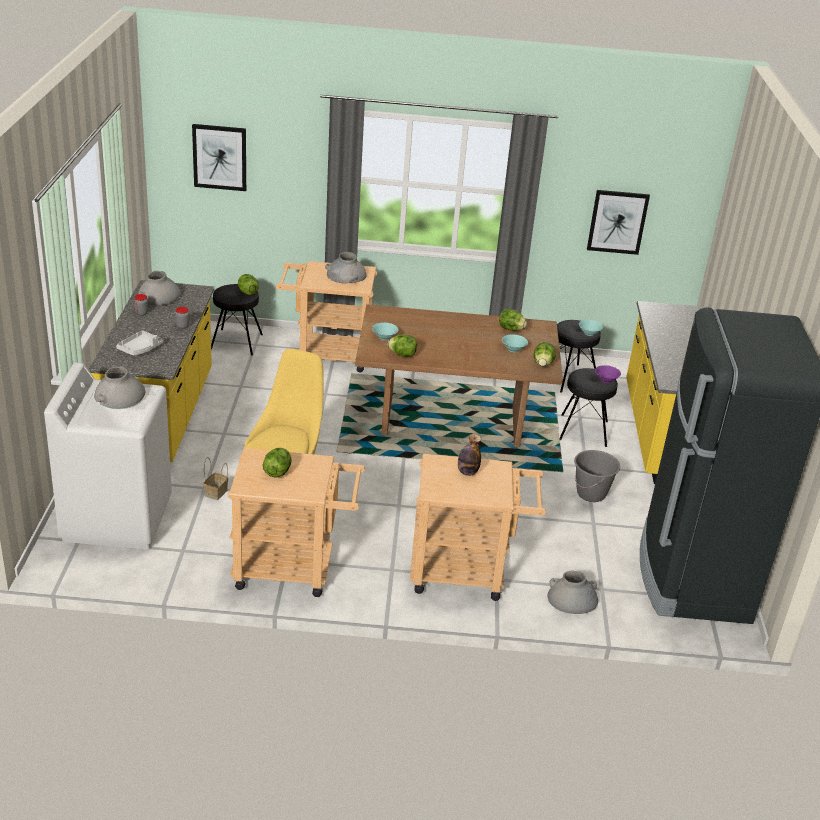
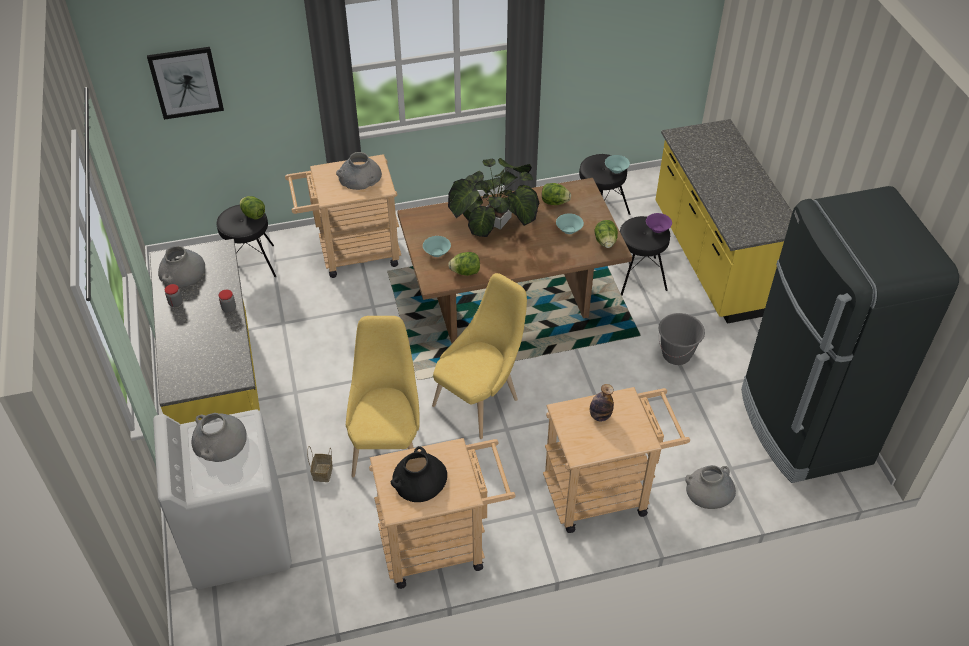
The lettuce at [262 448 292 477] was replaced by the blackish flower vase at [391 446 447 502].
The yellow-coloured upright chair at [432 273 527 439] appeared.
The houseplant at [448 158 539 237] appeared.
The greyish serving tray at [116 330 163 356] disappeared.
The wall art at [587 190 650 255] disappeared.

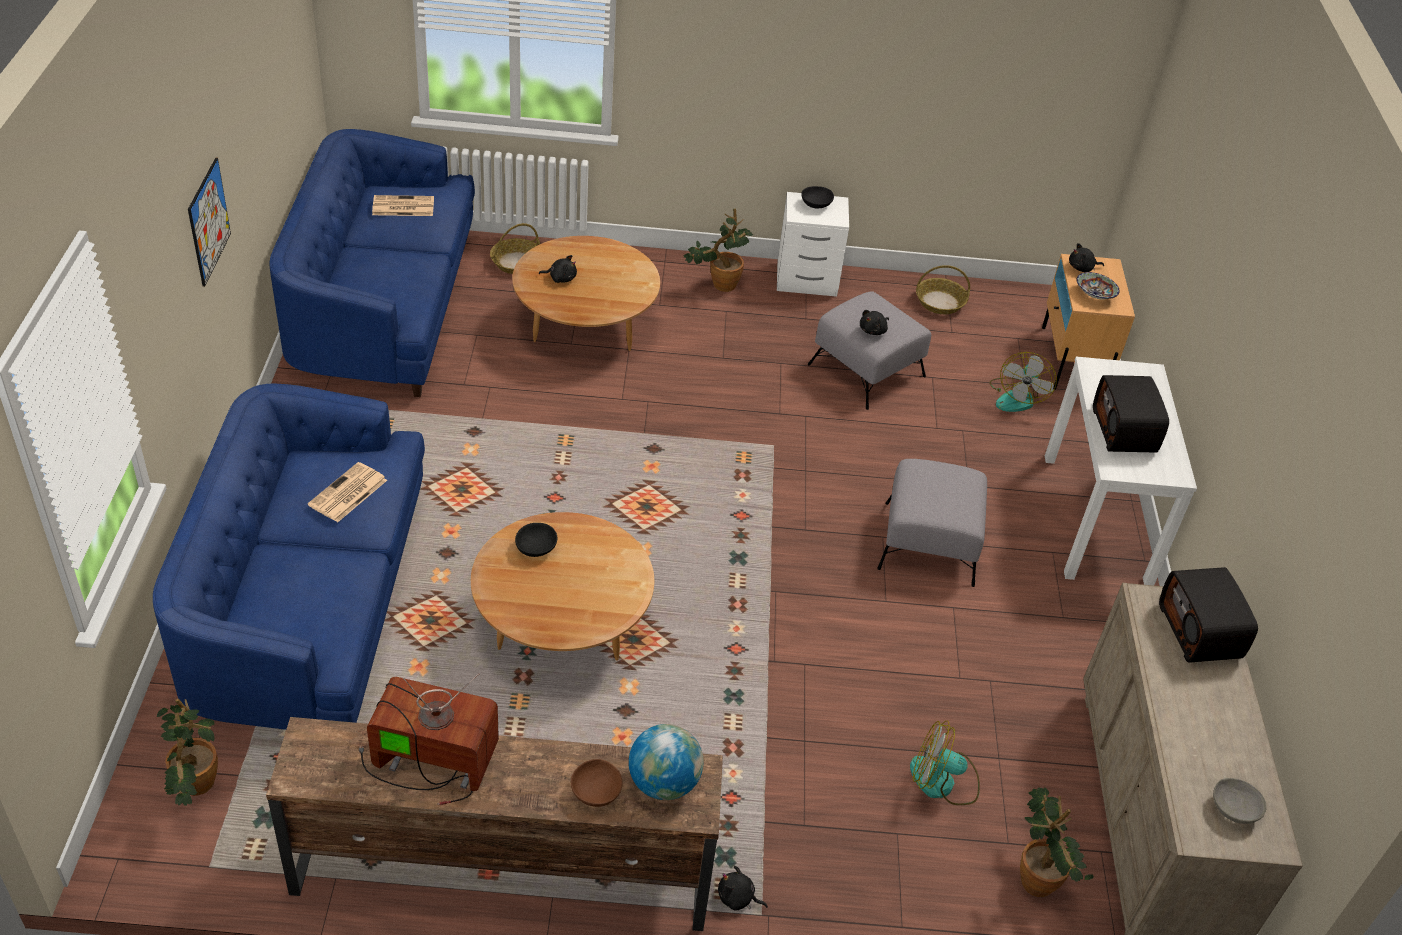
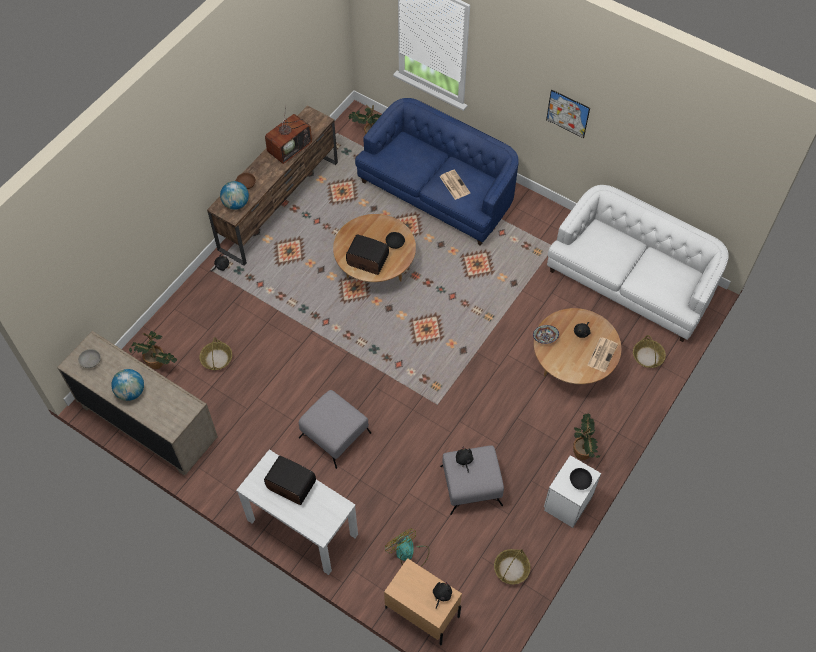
The desk globe at [111 369 144 401] appeared.
The fan at [910 720 980 805] was replaced by the household basket at [199 337 232 370].
The radio set moved from [1159 567 1258 663] to [346 235 389 275].
The bowl moved from [1077 272 1120 299] to [533 325 559 344].
The blue-coloured couch at [270 129 475 397] became the white-coloured couch at [547 185 729 342].
The printed paper moved from [372 195 434 216] to [587 338 618 372].

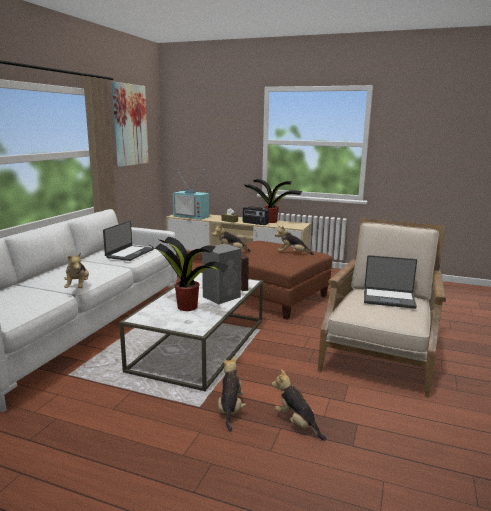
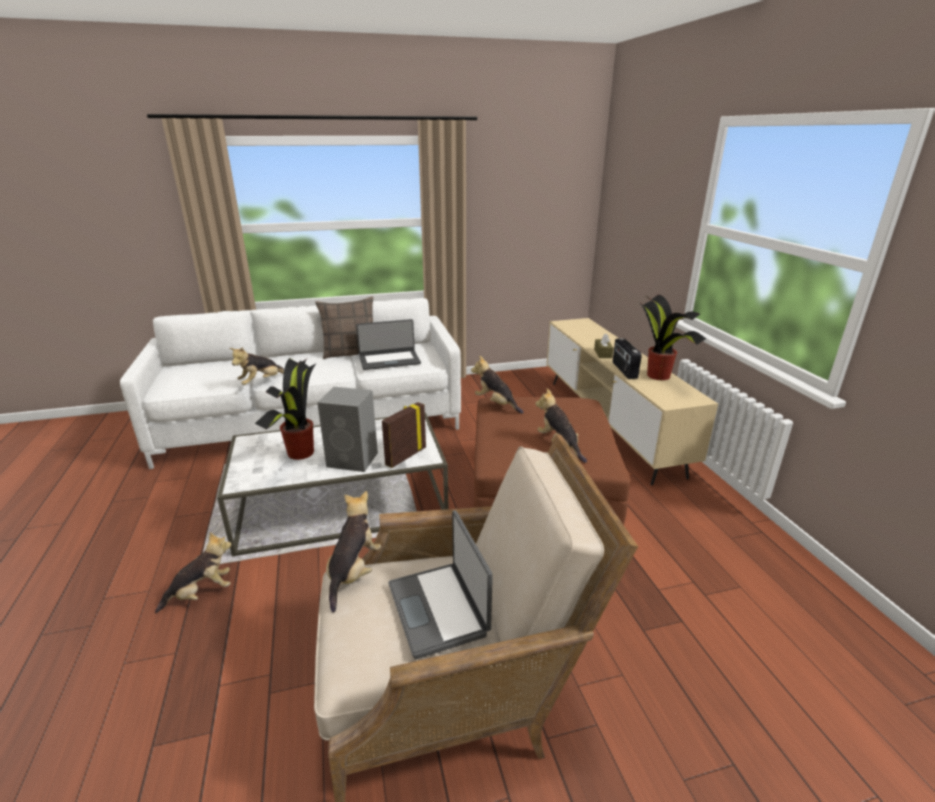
The pillow at [315 296 373 359] appeared.
The cuddly toy moved from [272 369 326 441] to [326 491 381 613].
The wall art at [112 82 149 167] disappeared.
The TV at [173 169 209 220] disappeared.

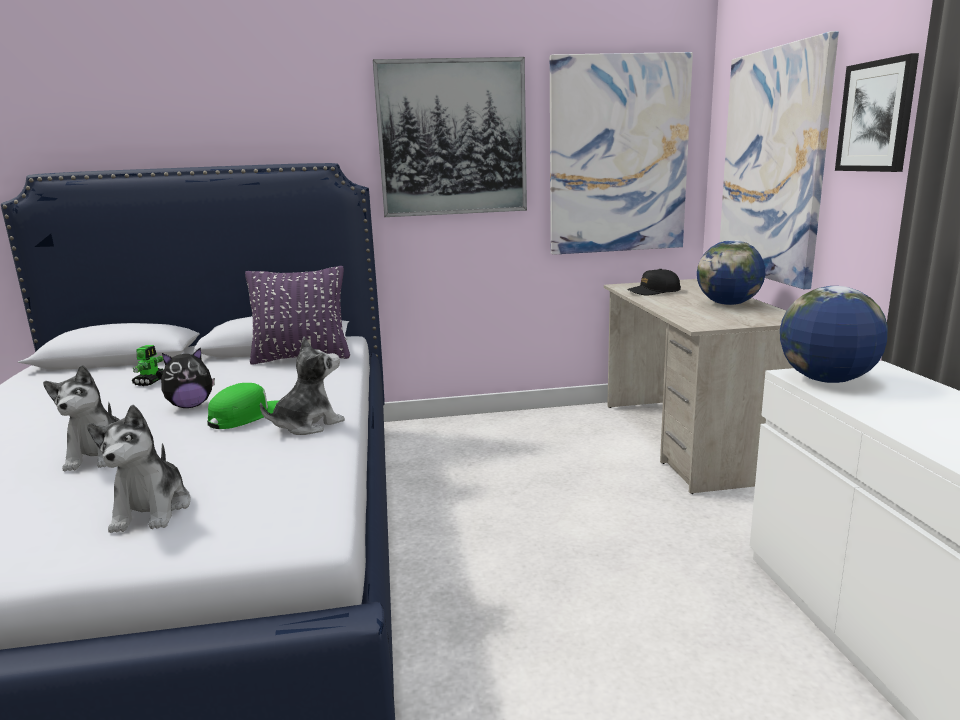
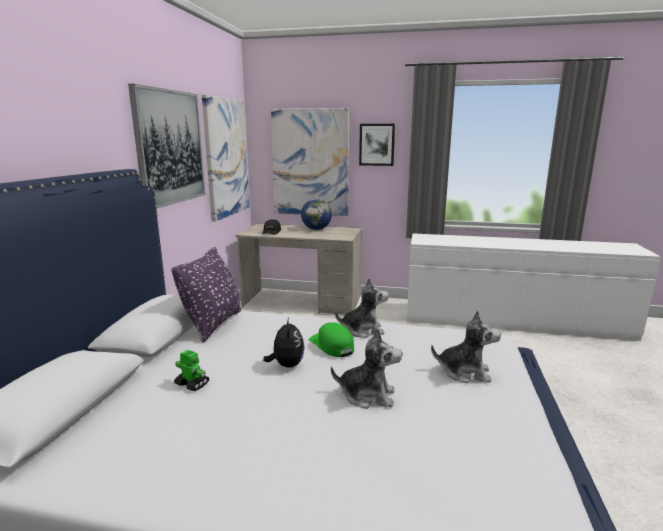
The cuddly toy at [260 337 345 435] turned 105 degrees clockwise.
The desk globe at [780 286 888 383] disappeared.

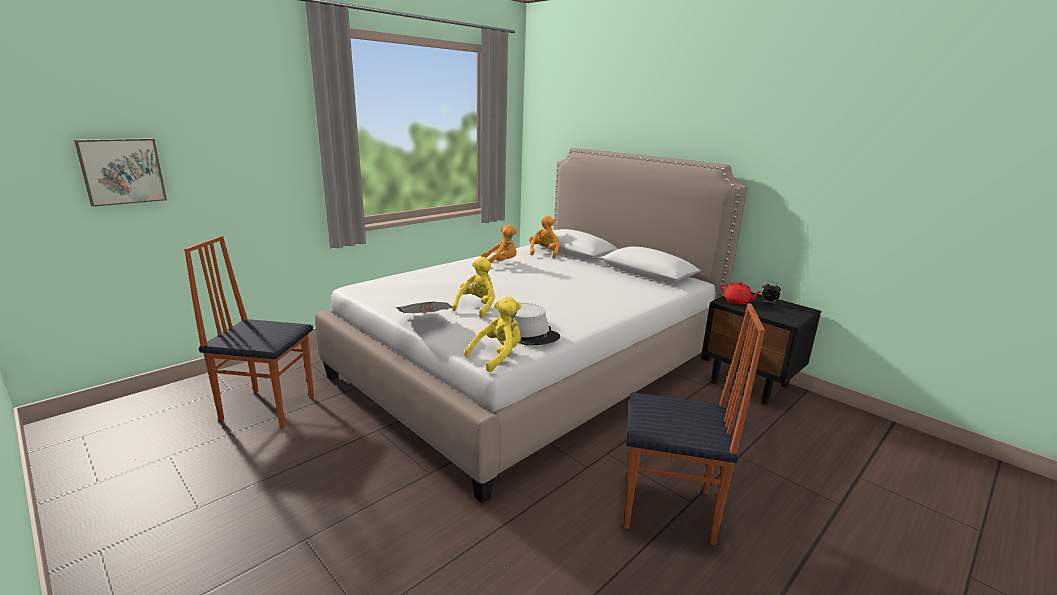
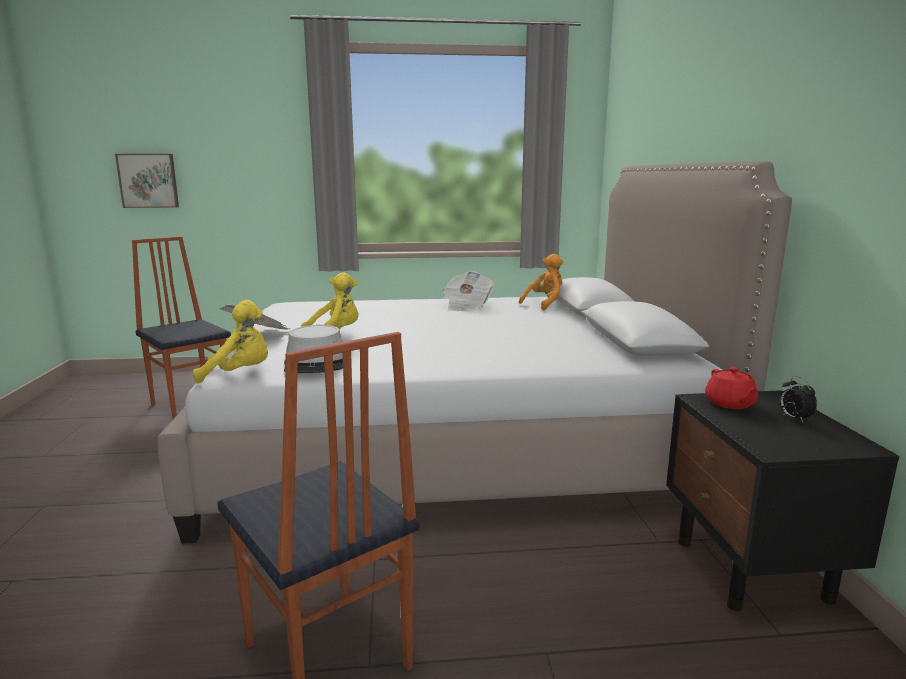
The orange-coloured cuddly toy at [481 225 517 263] was replaced by the printed paper at [443 271 495 311].

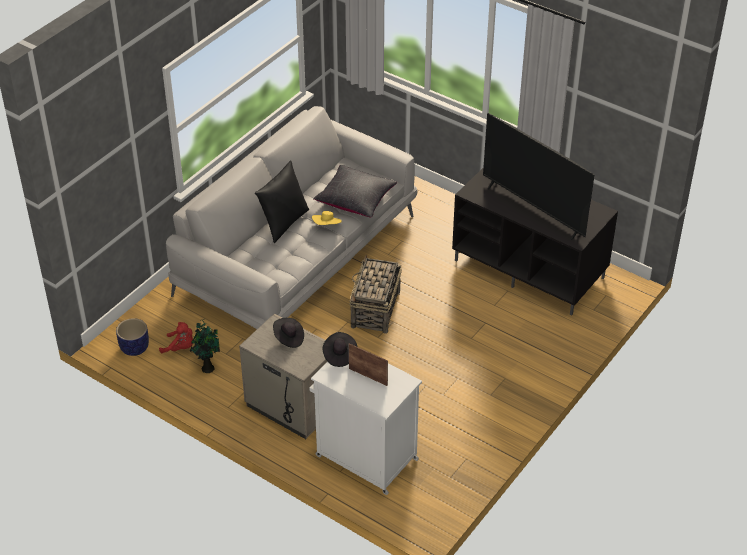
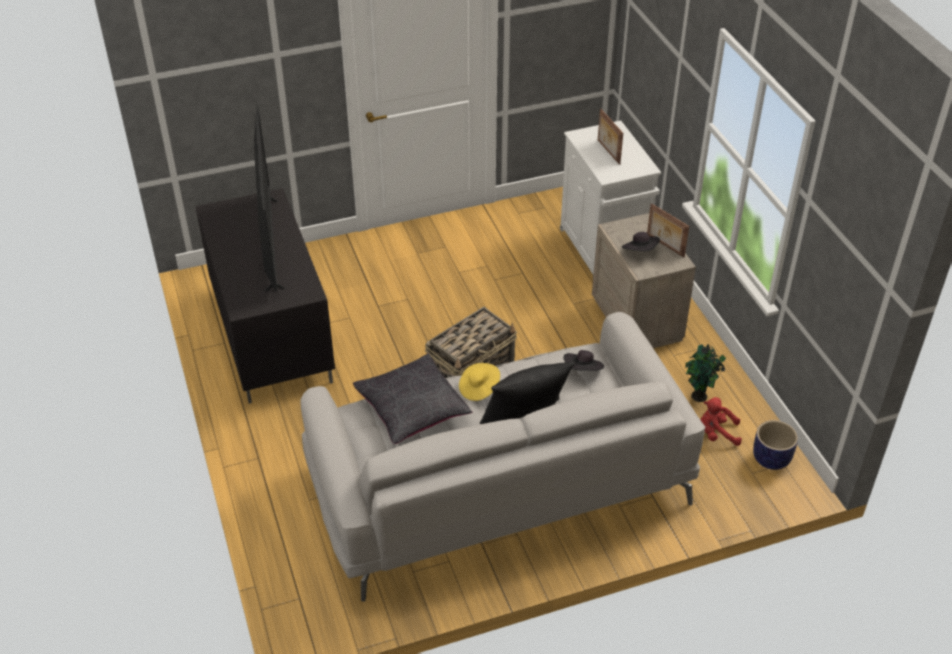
The blackish wearable hat moved from [323 332 357 367] to [563 350 604 371].
The photo frame at [647 203 689 257] appeared.
The red-coloured cuddly toy at [159 322 193 353] turned 45 degrees counterclockwise.

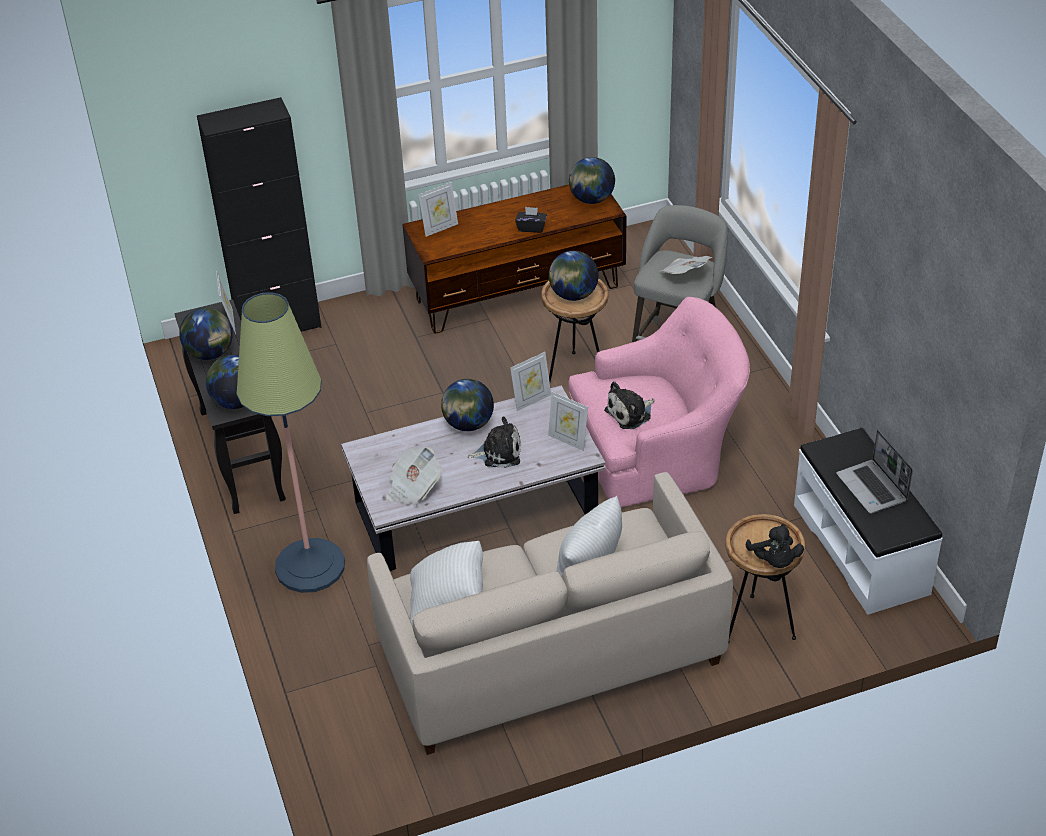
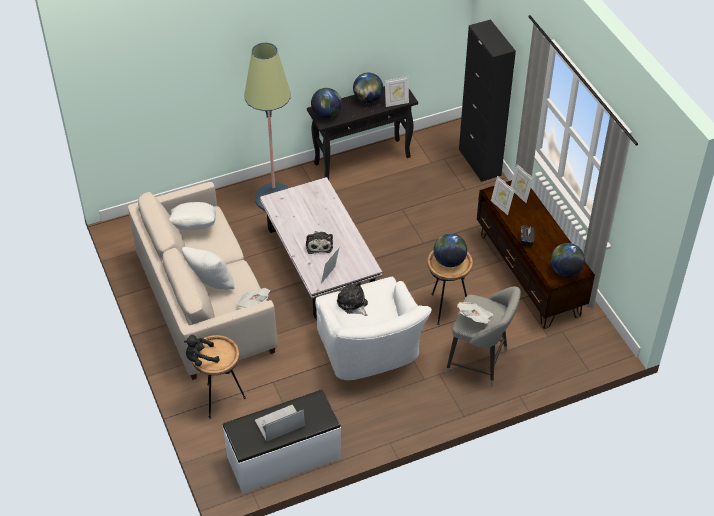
The printed paper moved from [386 447 442 505] to [236 288 270 308].
The pink lounge chair at [568 297 750 507] became the white-coloured lounge chair at [315 277 432 380].
The photo frame moved from [510 352 551 411] to [491 176 515 215].
The desk globe at [441 379 494 431] disappeared.

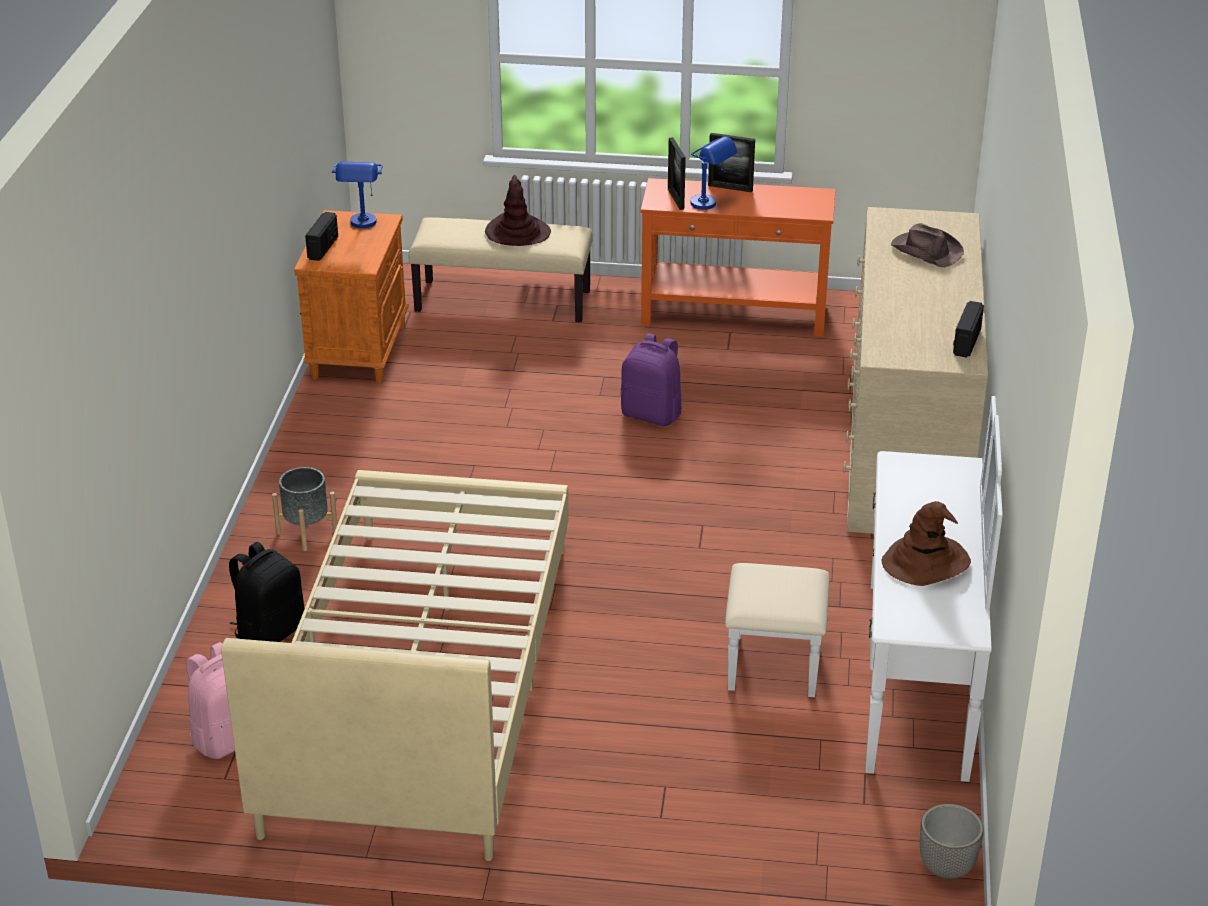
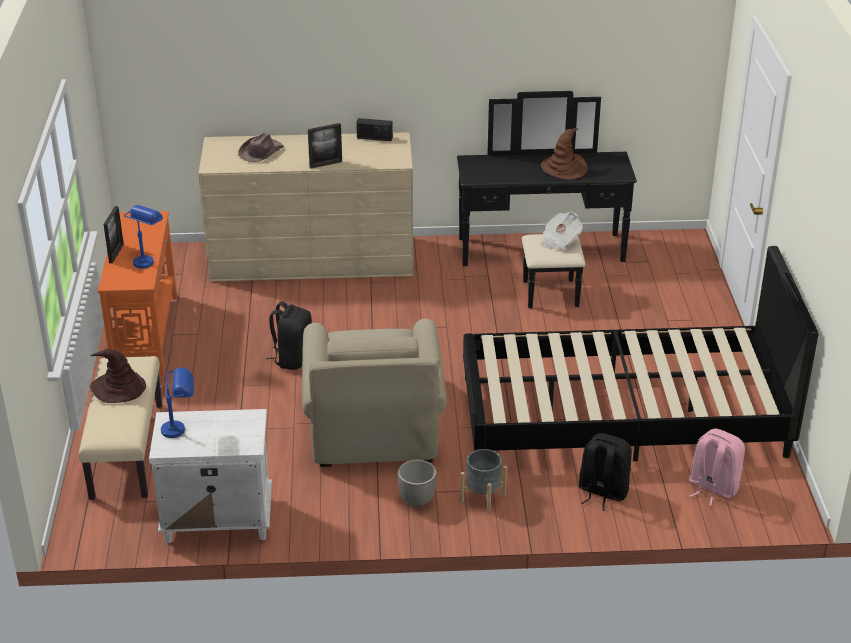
The orange-coloured night table at [294 210 409 384] became the white-coloured night table at [149 409 272 543].
The purple rucksack at [620 333 682 426] became the blackish rucksack at [266 301 312 370].
The beige lounge chair at [302 319 447 467] appeared.
The photo frame moved from [668 137 686 210] to [308 123 342 169].
The plant pot moved from [920 804 984 880] to [398 460 437 507].
The white-coloured dresser at [725 396 1003 782] became the blackish dresser at [457 91 637 308].
The beige sleeping bed at [221 470 569 861] became the blackish sleeping bed at [463 246 818 461].
The printed paper at [541 212 583 250] appeared.
The radio set at [305 212 338 261] disappeared.

